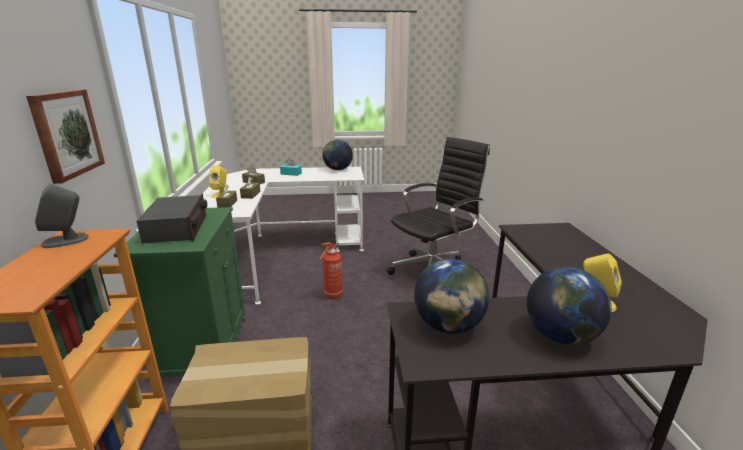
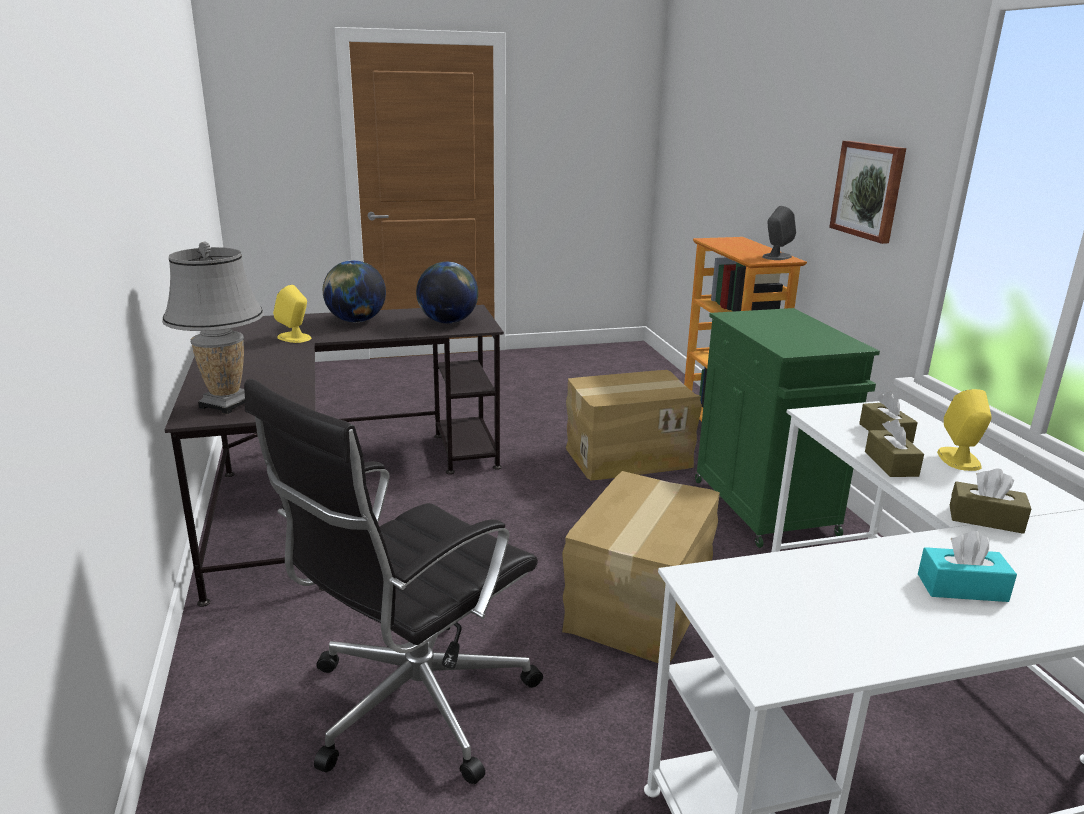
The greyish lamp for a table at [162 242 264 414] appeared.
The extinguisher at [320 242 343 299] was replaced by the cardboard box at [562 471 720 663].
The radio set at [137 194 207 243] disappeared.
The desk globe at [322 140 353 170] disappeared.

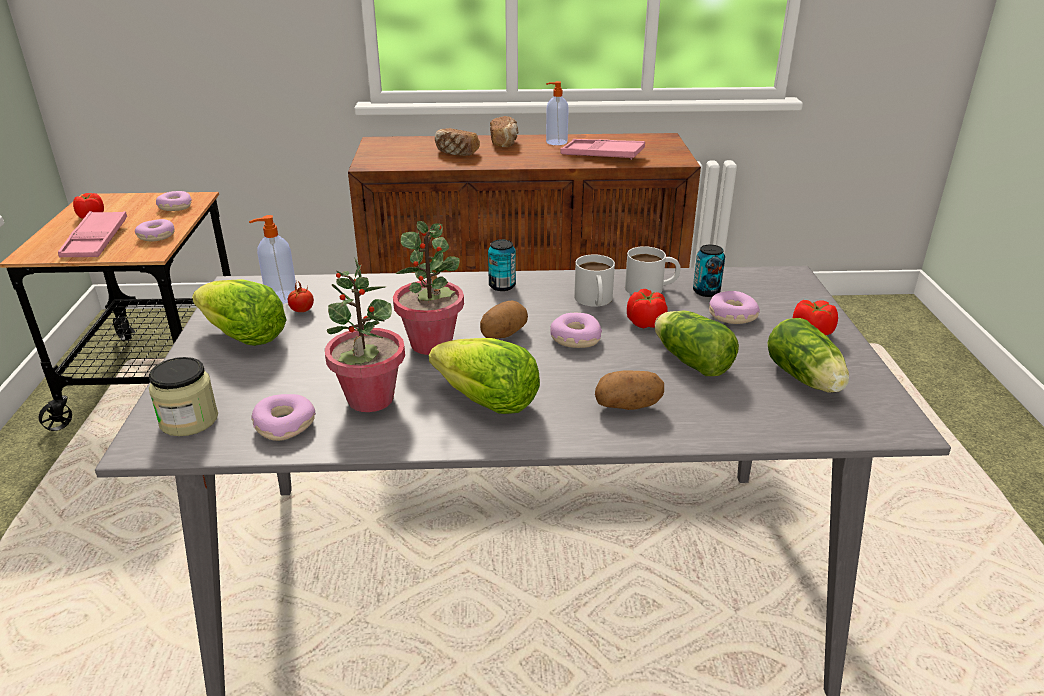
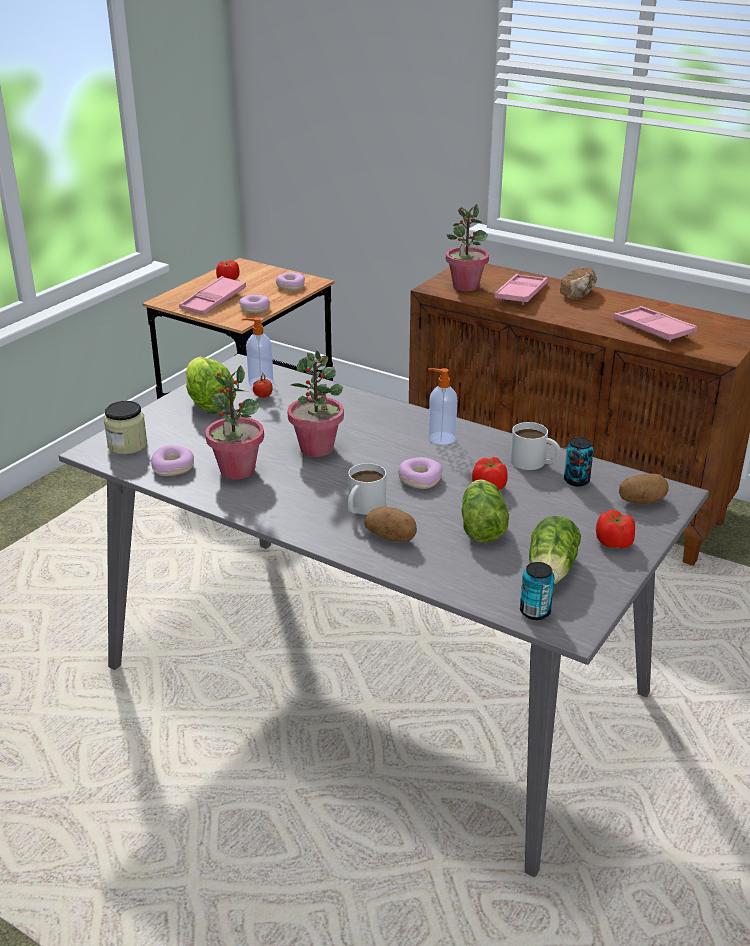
The white-coloured tea mug moved from [574 254 615 306] to [348 463 386 515].
The soap dispenser moved from [546 81 569 145] to [428 368 457 445].
The houseplant at [446 204 489 291] appeared.
The bread at [435 128 480 156] was replaced by the pink serving tray at [495 274 548 305].
The can moved from [488 240 516 291] to [520 562 555 620].
The spud moved from [480 301 528 339] to [619 474 669 504].
The lettuce at [429 338 540 414] disappeared.
The doughnut at [709 291 760 324] disappeared.

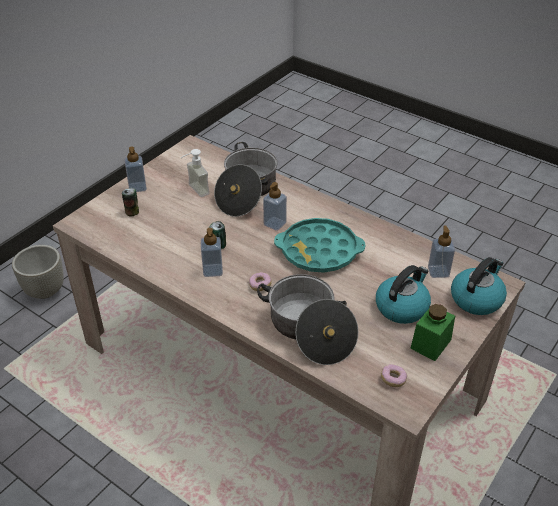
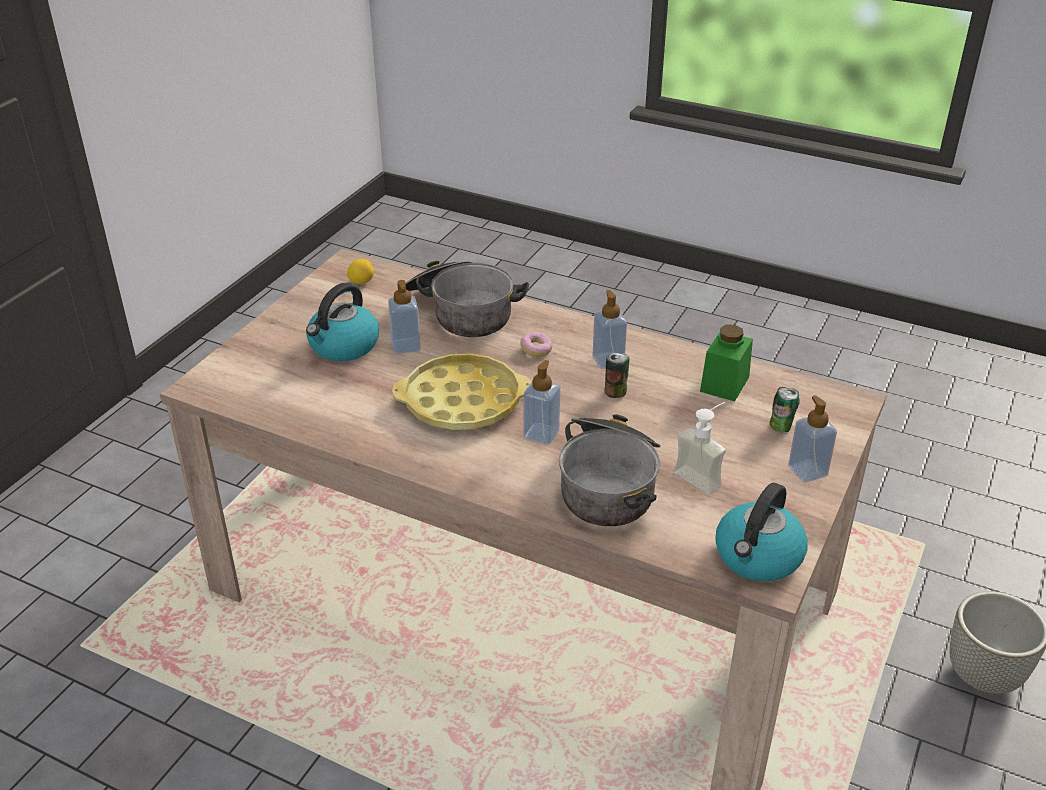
The doughnut at [381 364 407 387] was replaced by the whole lemon at [347 259 374 284].
The soap dispenser moved from [428 225 455 278] to [388 280 421 354].
The turquoise serving tray at [274 218 365 273] became the yellow-coloured serving tray at [392 353 531 430].
The green storage jar moved from [410 304 455 361] to [700 324 753 402].
The kettle moved from [451 257 507 315] to [715 483 808 582].

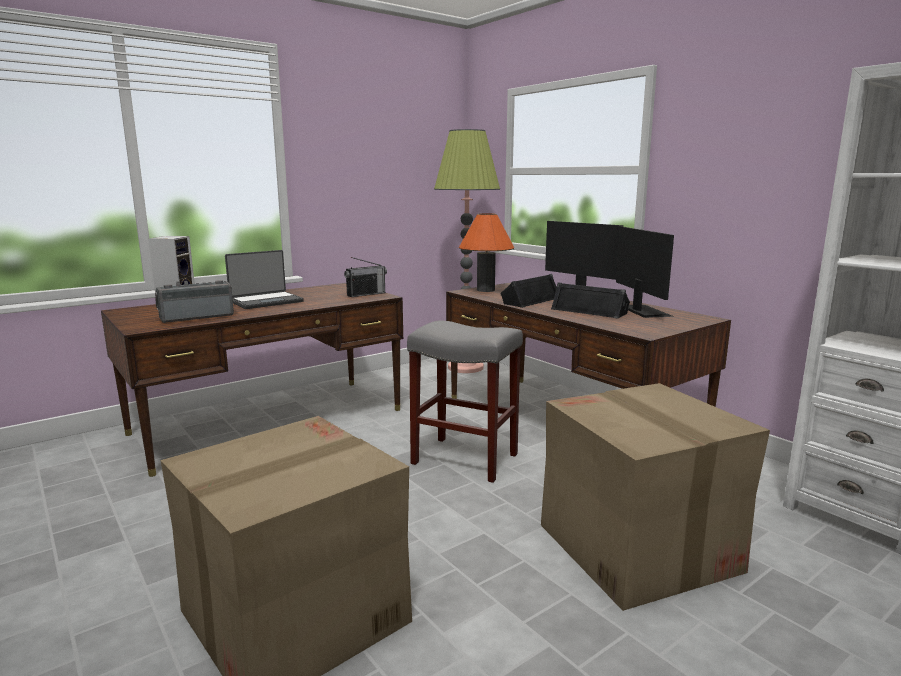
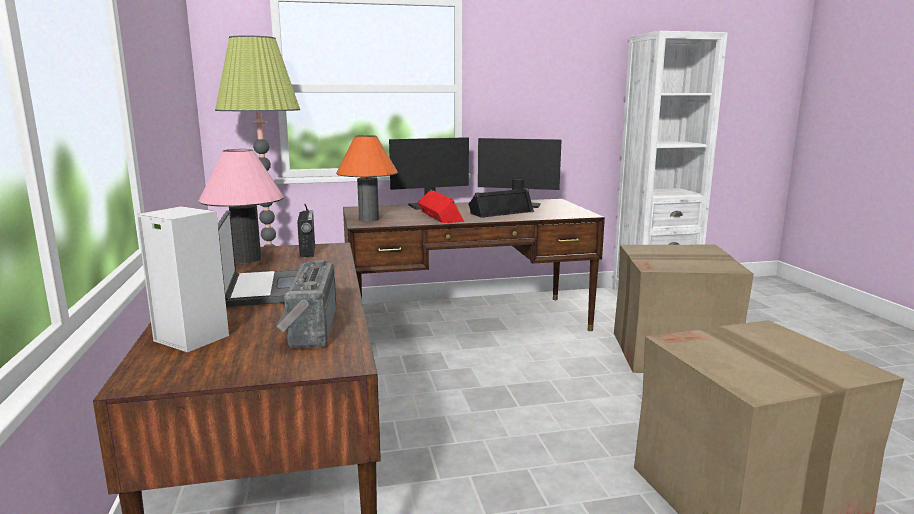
The pink lamp for a table at [199 149 284 263] appeared.
The blackish audio speaker at [500 274 557 308] became the red-coloured audio speaker at [418 189 464 223].
The greyish sitting stool at [407 320 523 483] disappeared.

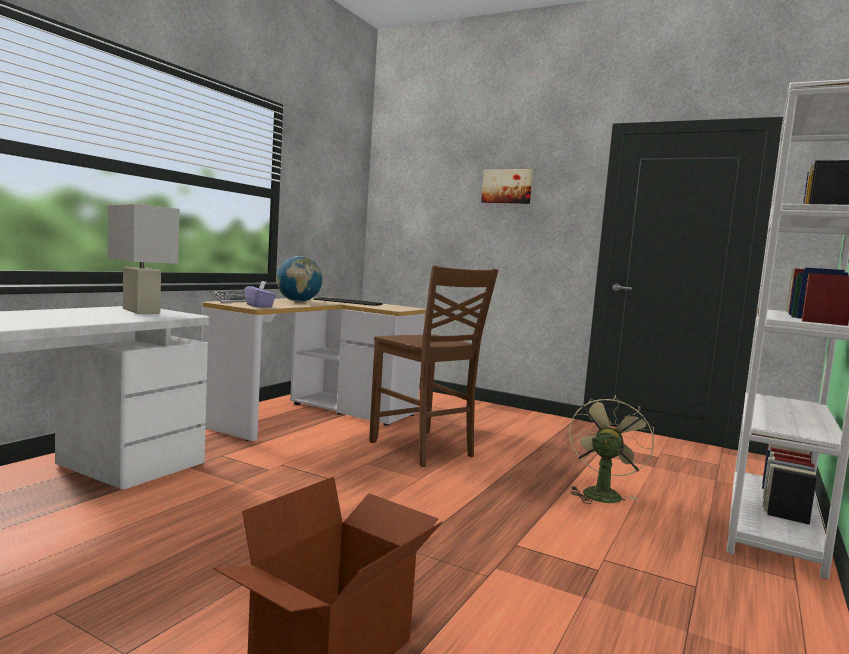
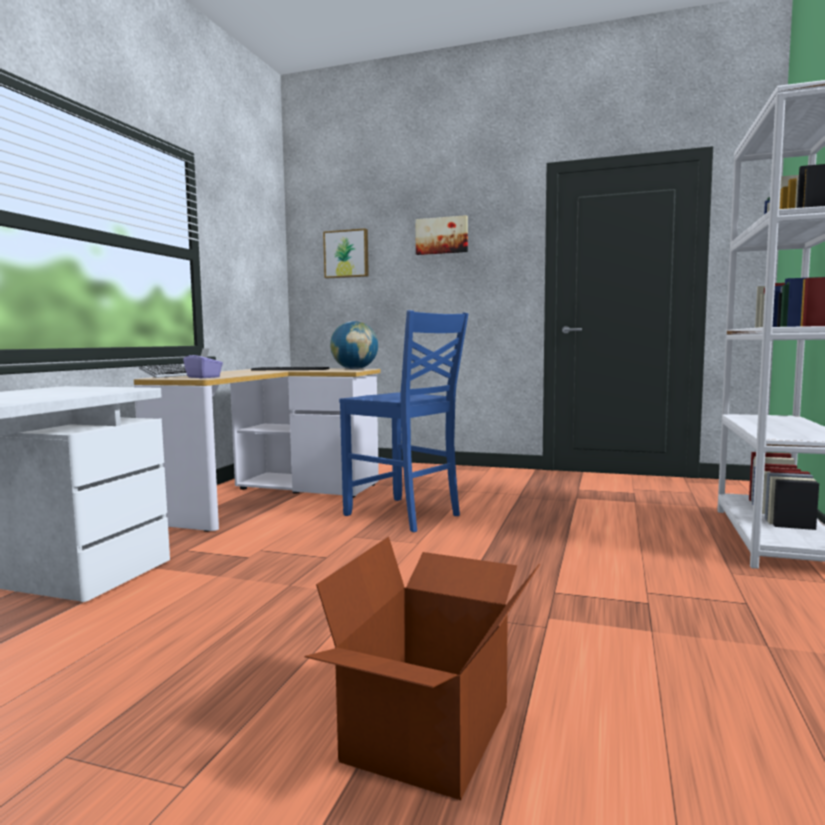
The wall art at [323 228 369 278] appeared.
The desk globe moved from [276 256 323 302] to [330 321 378 369].
The brown-coloured upright chair at [369 265 498 467] became the blue-coloured upright chair at [339 310 468 532].
The white-coloured lamp for a table at [108 204 179 314] disappeared.
The beige fan at [569 395 654 504] disappeared.

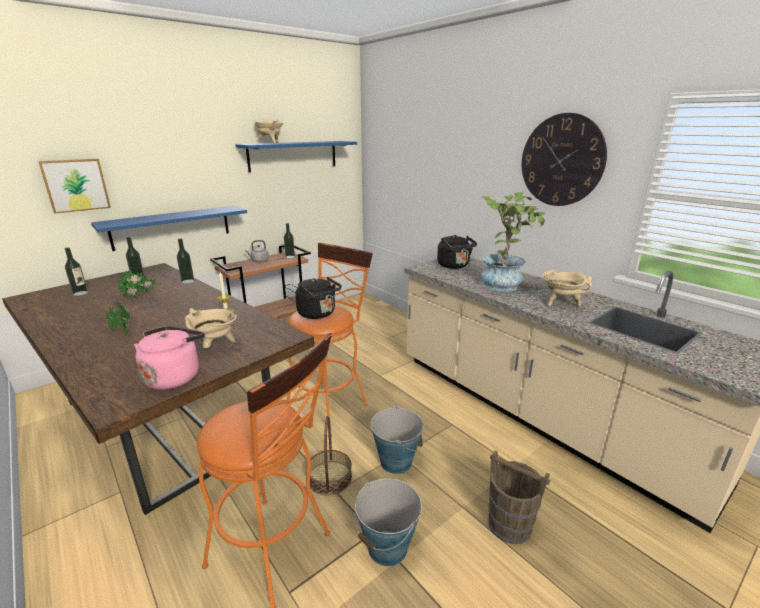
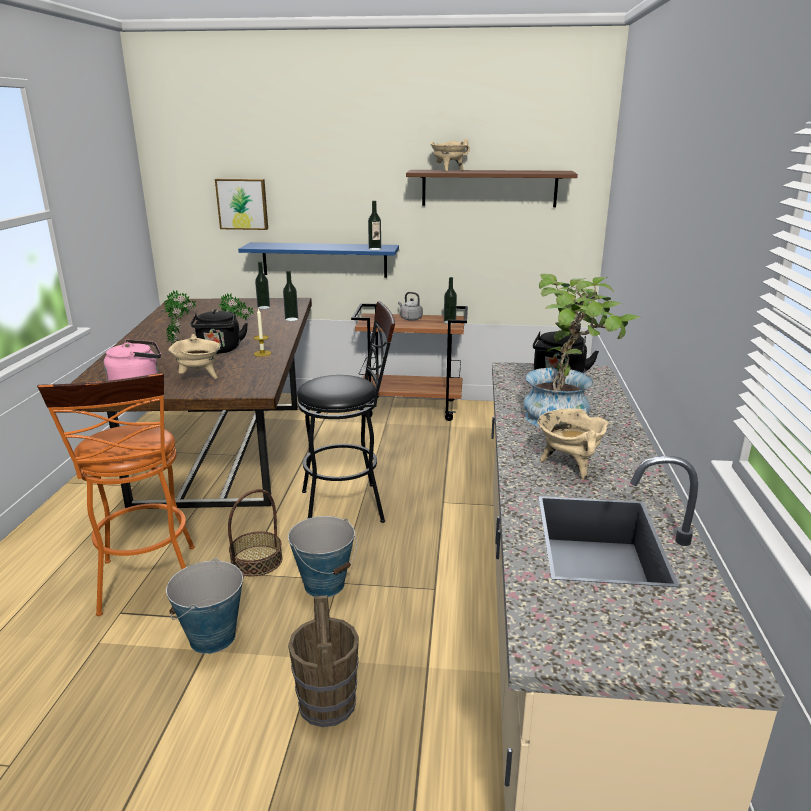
The houseplant at [164 290 196 319] appeared.
The blackish kettle moved from [295 277 342 319] to [191 309 248 354].
The orange-coloured sitting stool at [286 243 373 437] became the blackish sitting stool at [297 301 395 523].
The beverage bottle moved from [65 247 88 296] to [368 201 381 250].
The blue-coloured wall shelf at [235 141 357 172] became the brown-coloured wall shelf at [406 170 578 207].
The wall clock at [522 113 607 206] disappeared.

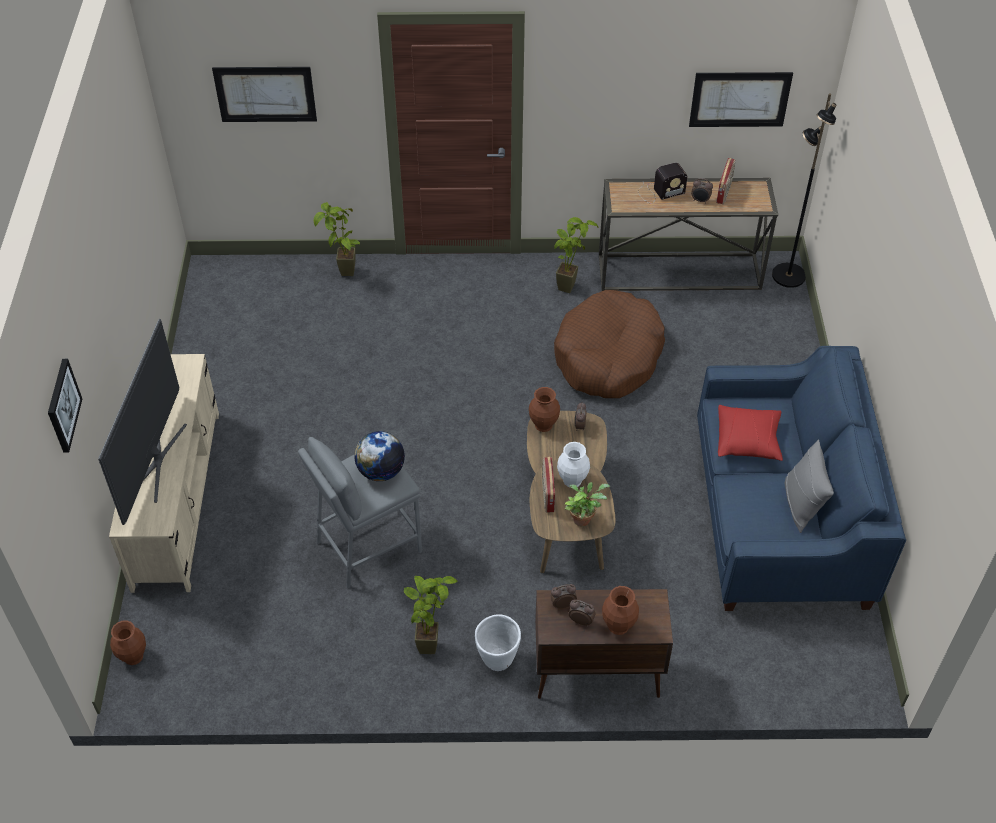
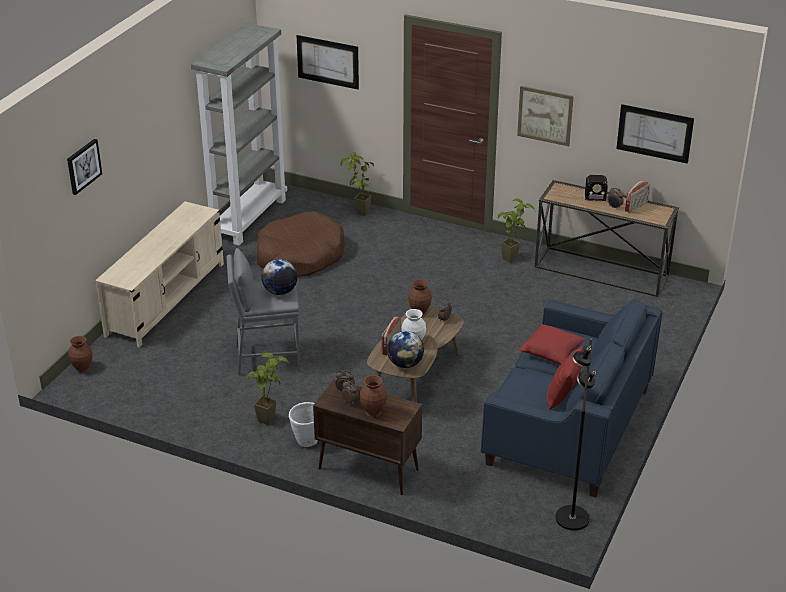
The greyish bookshelf at [191 23 287 245] appeared.
The brown-coloured pet bed moved from [554 290 665 398] to [257 212 345 277].
The houseplant at [564 482 610 526] was replaced by the desk globe at [387 331 424 368].
The wall art at [517 86 574 146] appeared.
The greyish pillow at [785 440 834 533] became the red-coloured pillow at [547 346 583 410].
The blackish floor lamp moved from [772 93 836 288] to [555 338 596 531].
The TV at [98 319 187 525] disappeared.

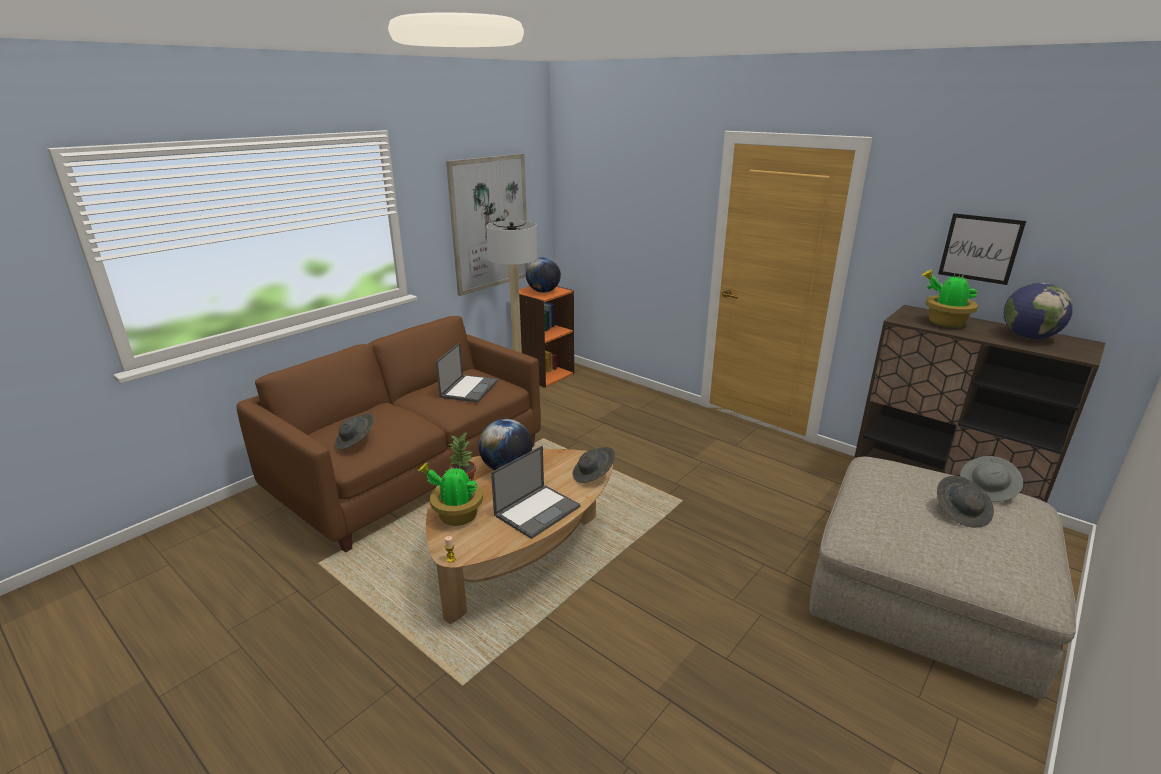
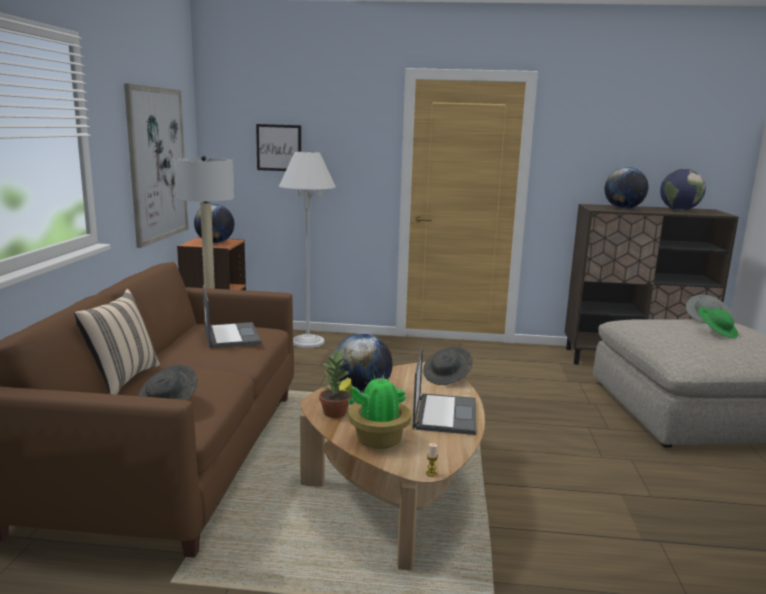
The beige pillow at [74 289 160 395] appeared.
The wall art moved from [938 213 1026 285] to [256 124 301 171].
The white-coloured floor lamp at [279 151 336 348] appeared.
The houseplant at [921 269 979 327] was replaced by the desk globe at [605 167 649 209].
The greyish wearable hat at [937 476 994 528] became the green wearable hat at [698 307 738 338].

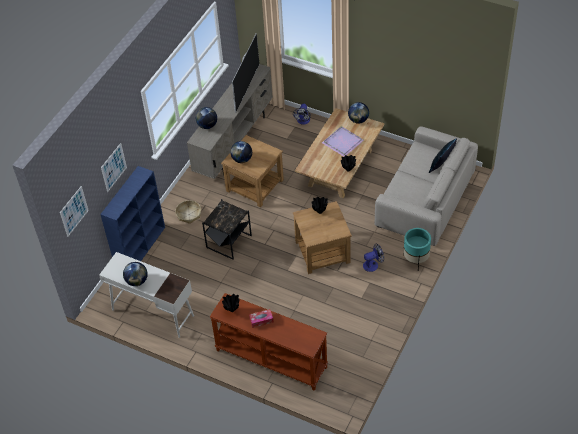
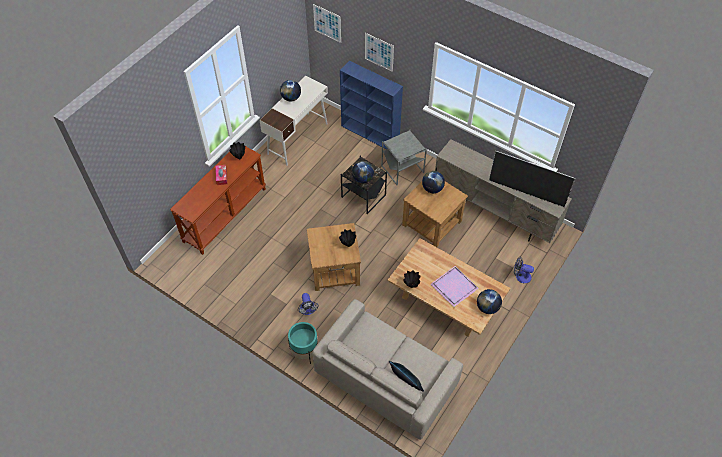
The desk globe moved from [196 107 217 129] to [352 161 374 183].
The household basket at [175 200 201 224] was replaced by the greyish end table at [381 129 427 185].

